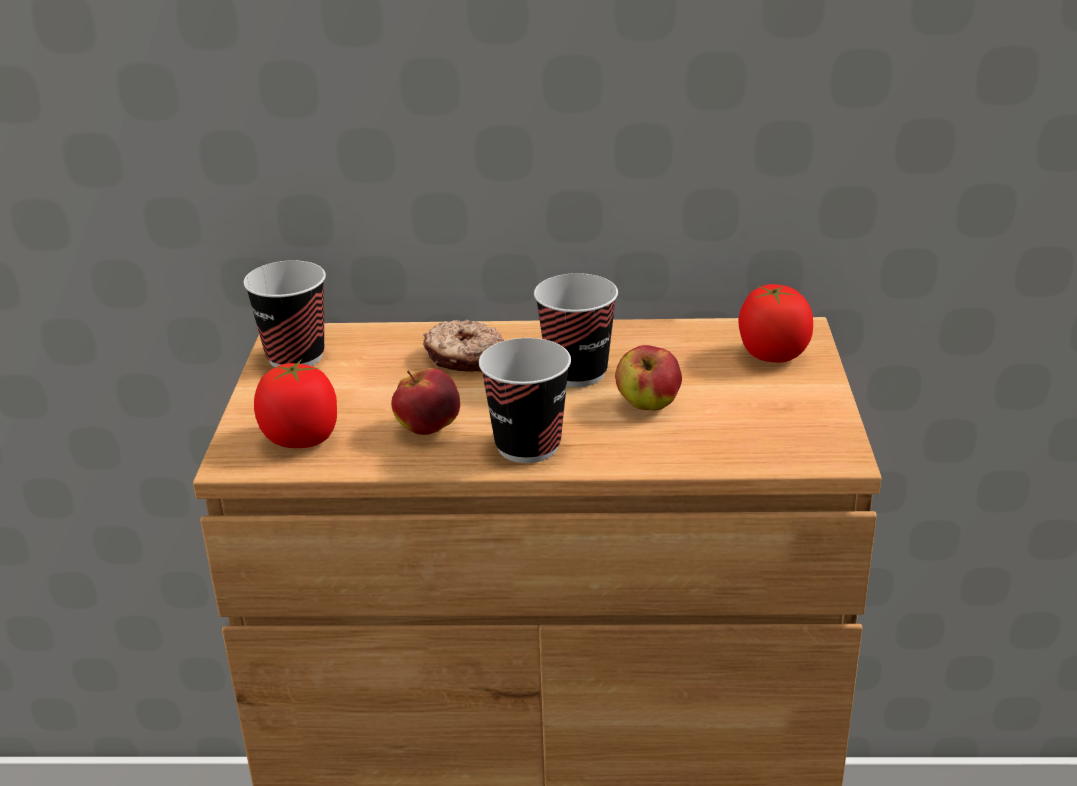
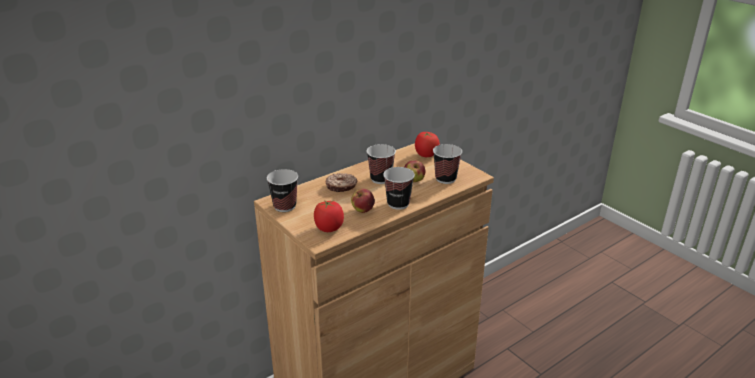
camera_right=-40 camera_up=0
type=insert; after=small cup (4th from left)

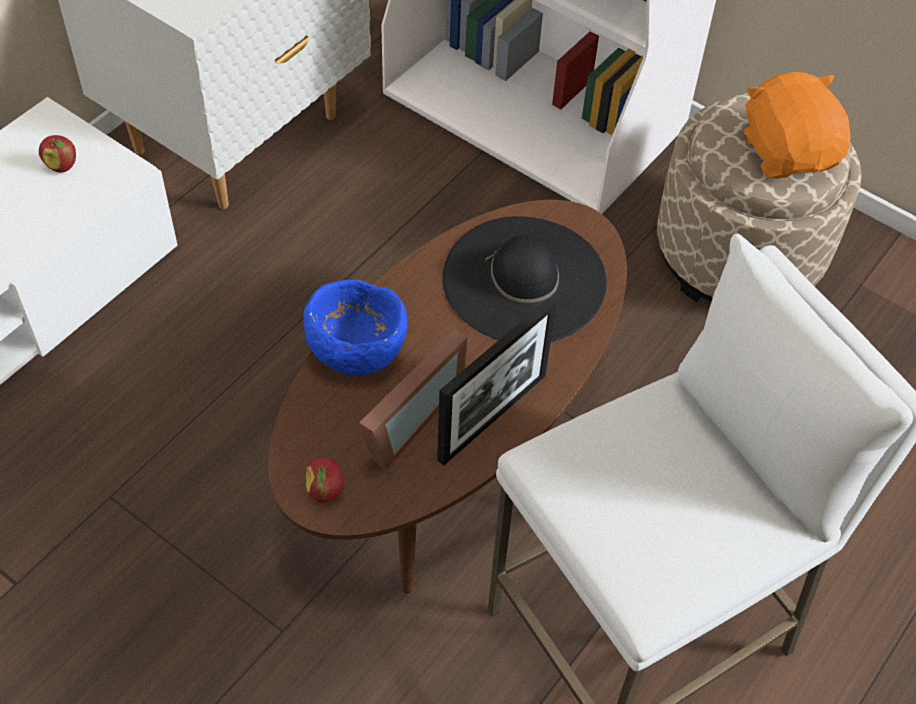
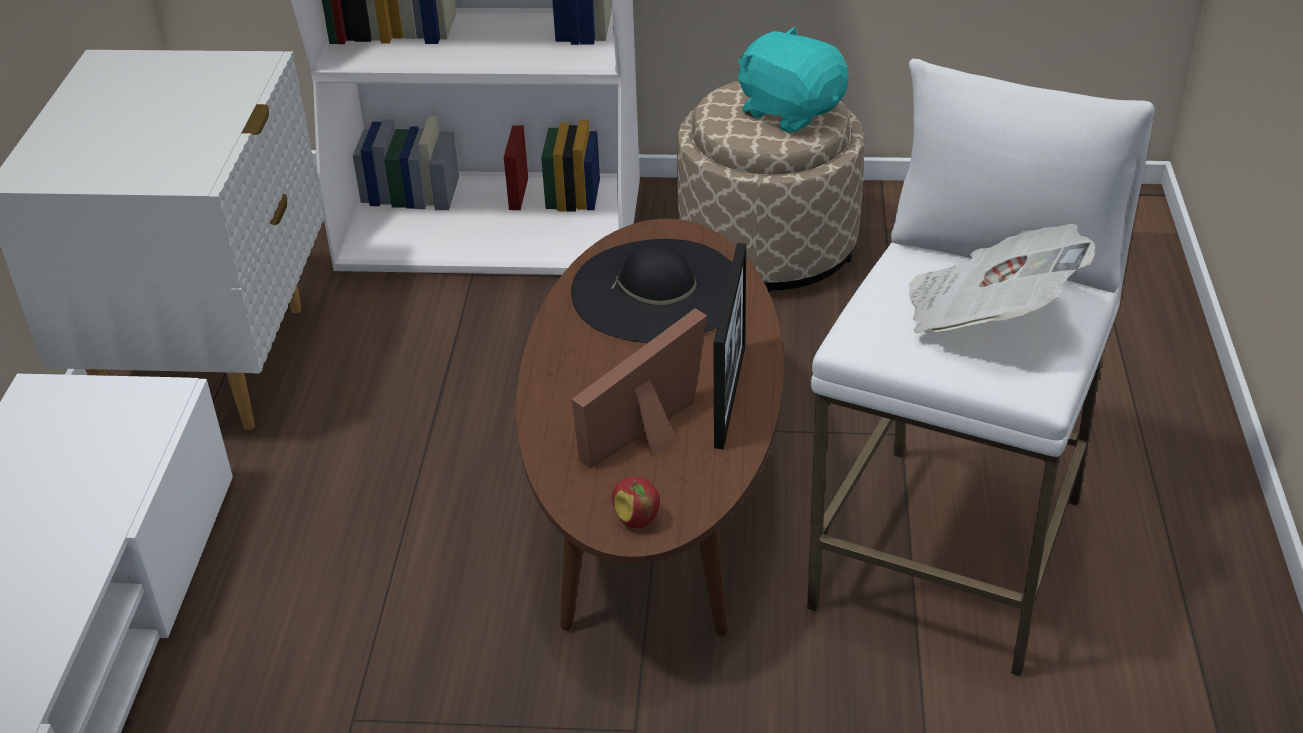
camera_right=-30 camera_up=-15
type=delete; before=apple (1st from left)
type=delete; before=deep dish/blue-coloured
type=rotate; before=picture frame (1st from left); turn=-135
type=recolor; before=cuddly toy/orange-coloured; after=cuddly toy/turquoise-coloured
type=insert; after=daily paper

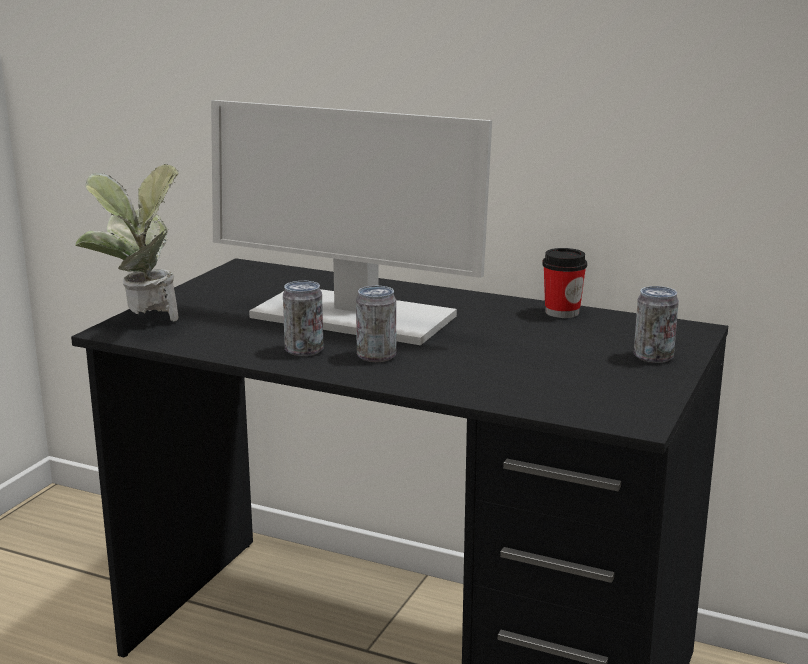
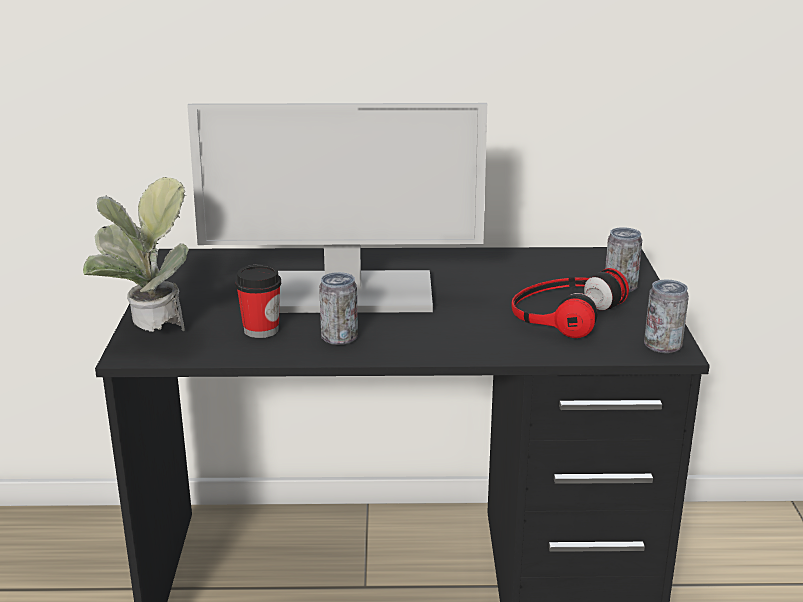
camera_right=-25 camera_up=5
type=move; before=sealed can (2nd from left in the first image); after=sealed can (3rd from left)
type=move; before=small cup
type=insert; after=pair of headphones

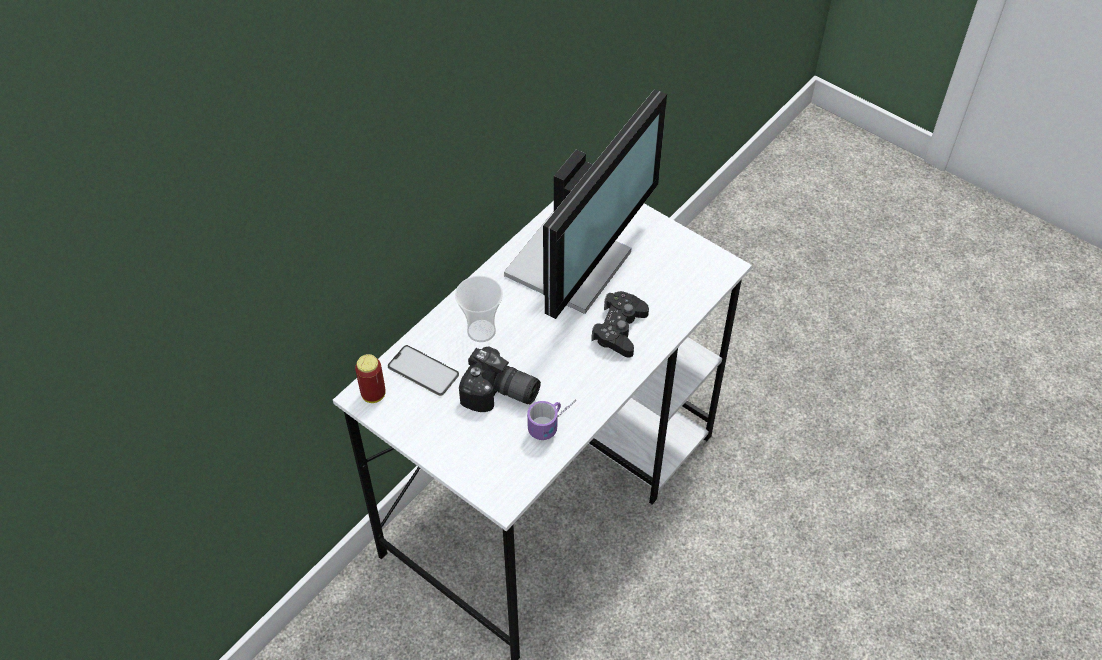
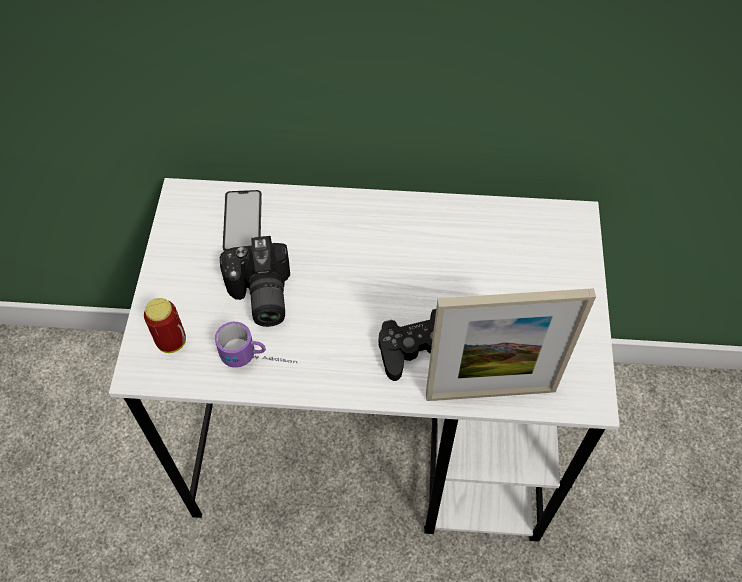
camera_right=55 camera_up=5
type=move; before=sealed can
type=delete; before=small cup
type=delete; before=monitor
type=insert; after=picture frame

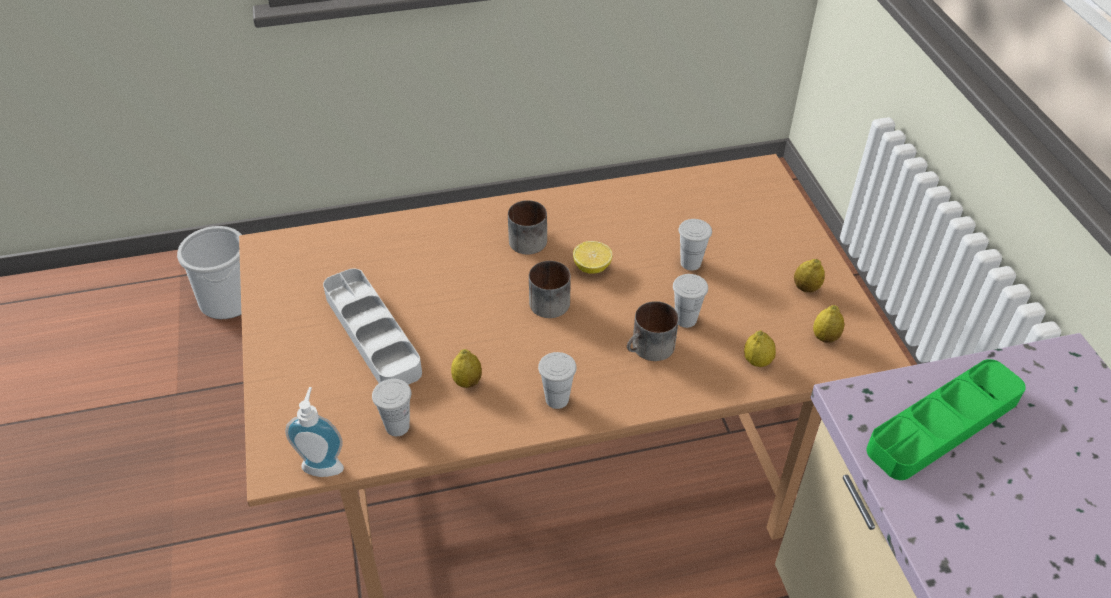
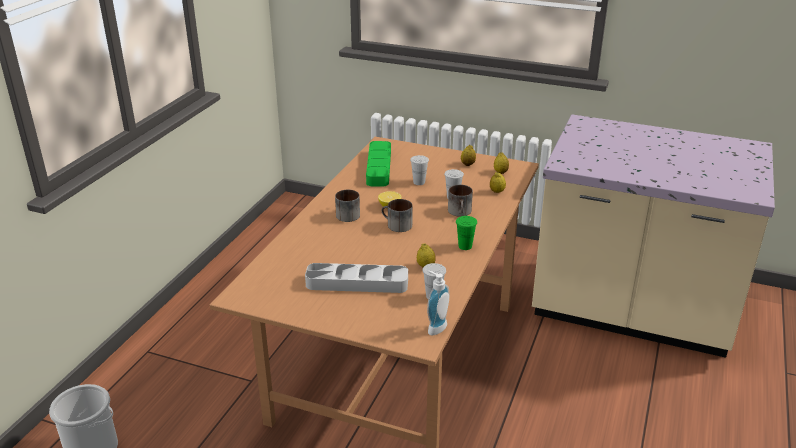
camera_right=-55 camera_up=-15
type=recolor; before=small cup/whitish (2nd from left); after=small cup/green
type=move; before=serving tray/green

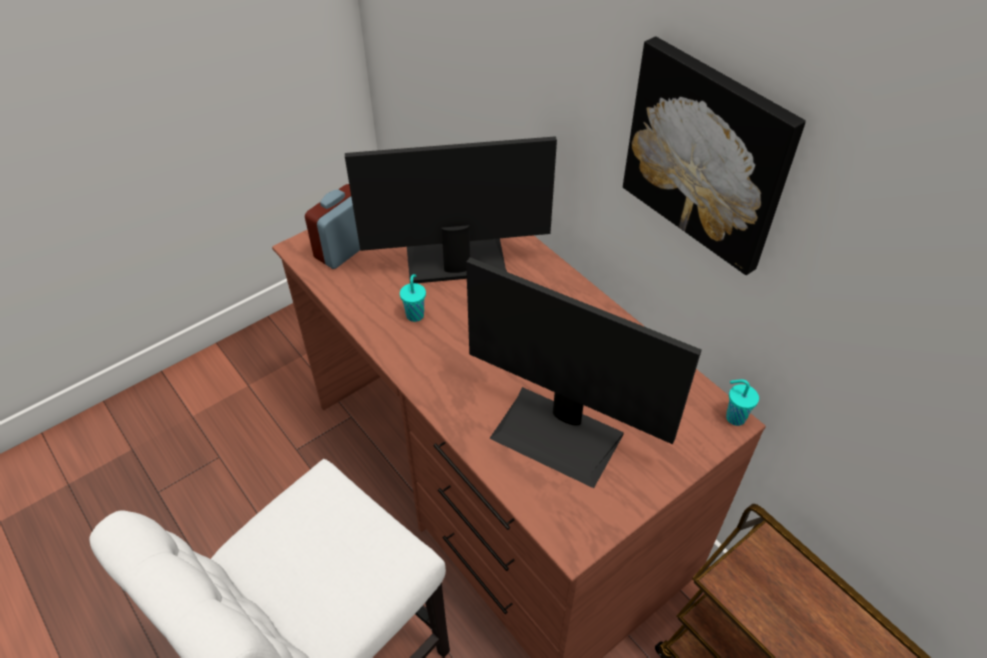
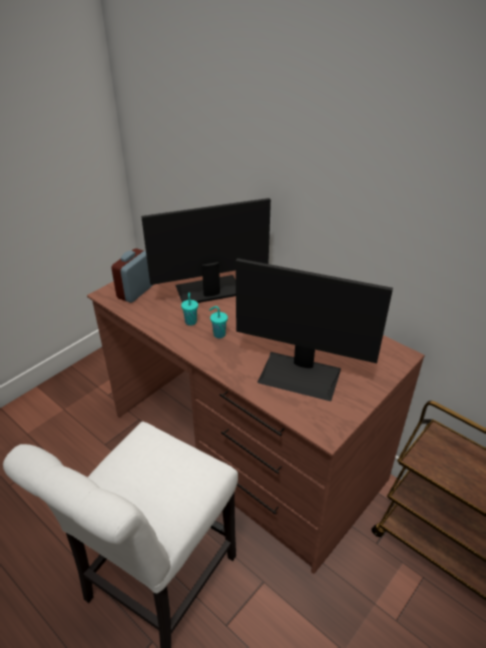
camera_right=-10 camera_up=-10
type=delete; before=wall art
type=move; before=small cup/turquoise-coloured (2nd from left)

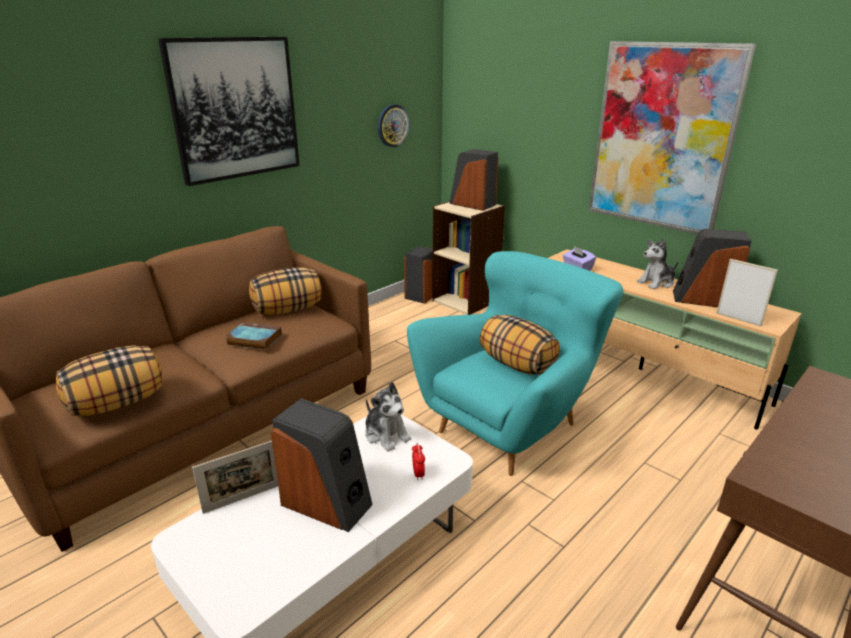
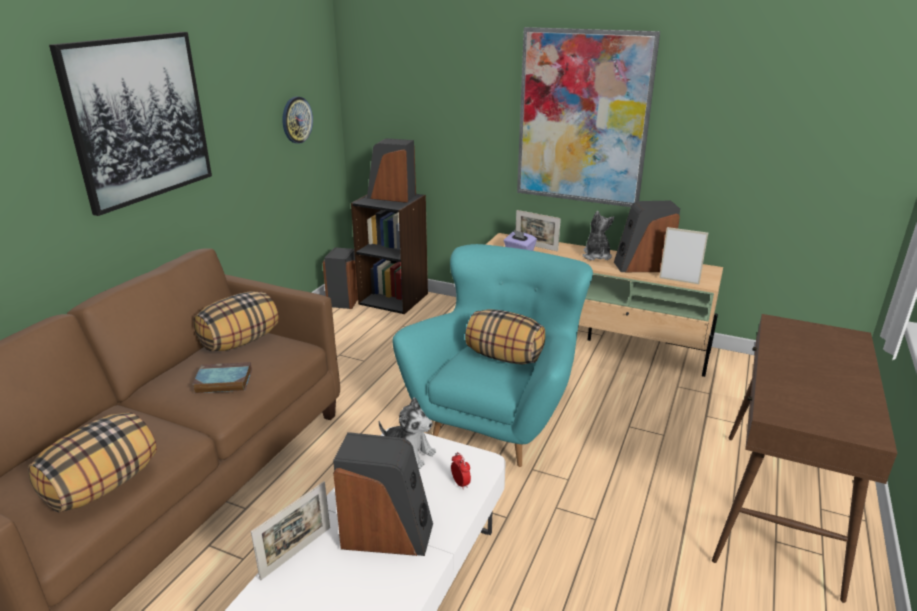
camera_right=-20 camera_up=0
type=recolor; before=bookshelf/beige; after=bookshelf/black-coloured
type=rotate; before=cuddly toy (2nd from left); turn=135
type=insert; after=picture frame (2nd from left)

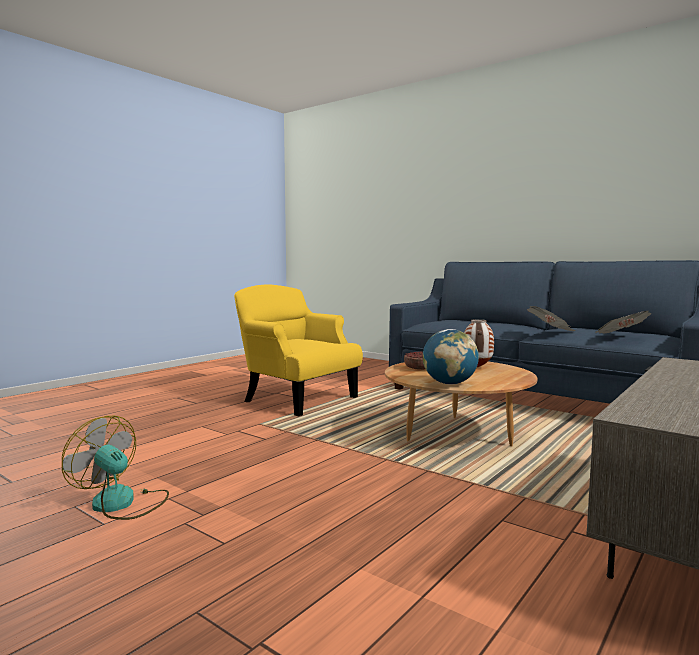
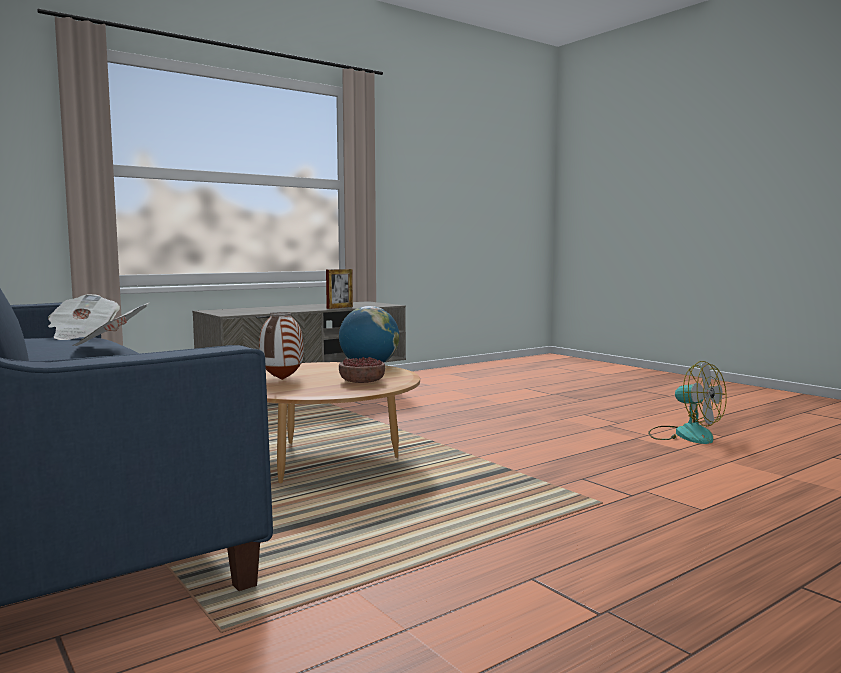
camera_right=-165 camera_up=0
type=delete; before=easy chair/yellowish
type=insert; after=picture frame

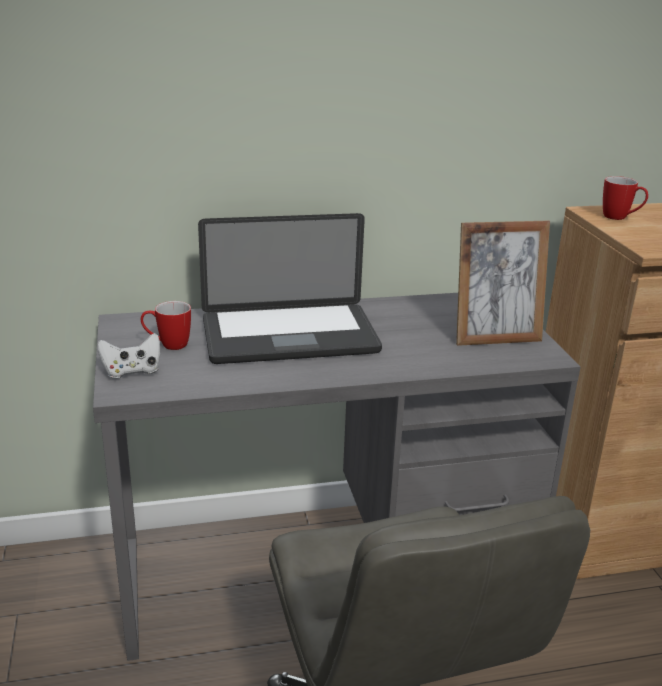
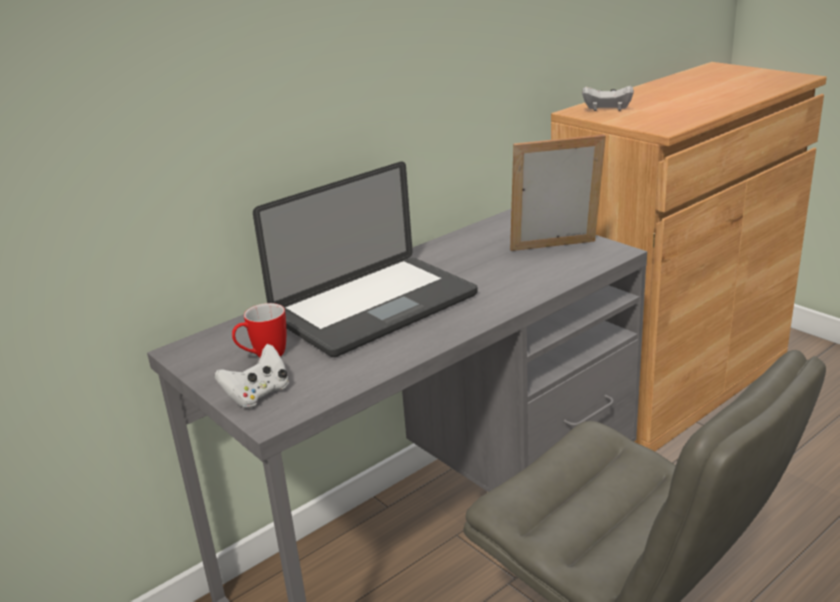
camera_right=-25 camera_up=0
type=rotate; before=picture frame; turn=-150
type=replace; before=mug (2nd from left); after=game controller/whitish (2nd from left)

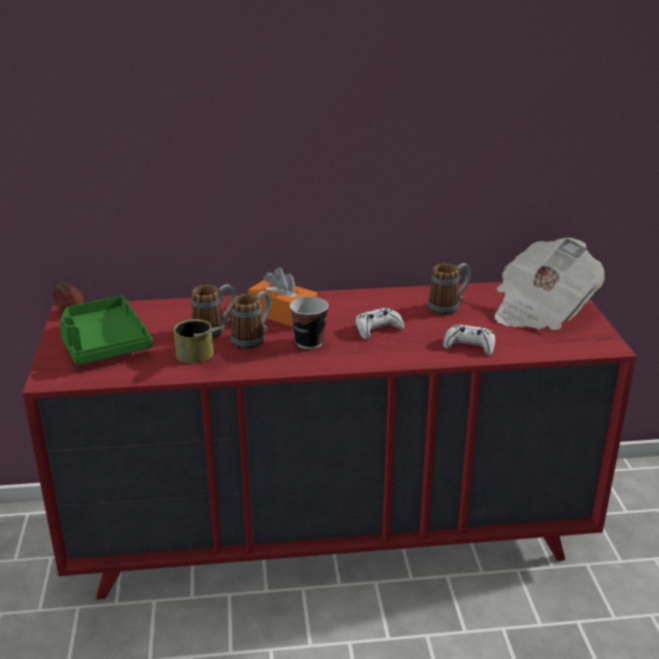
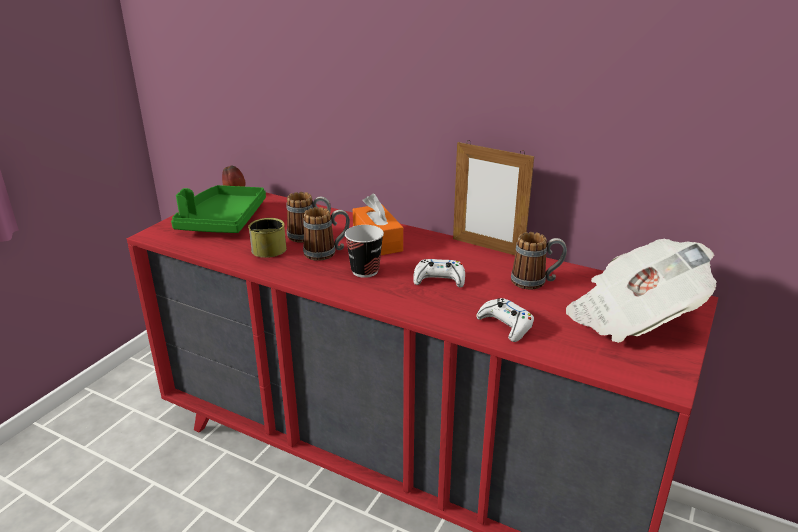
camera_right=35 camera_up=0
type=insert; after=picture frame

